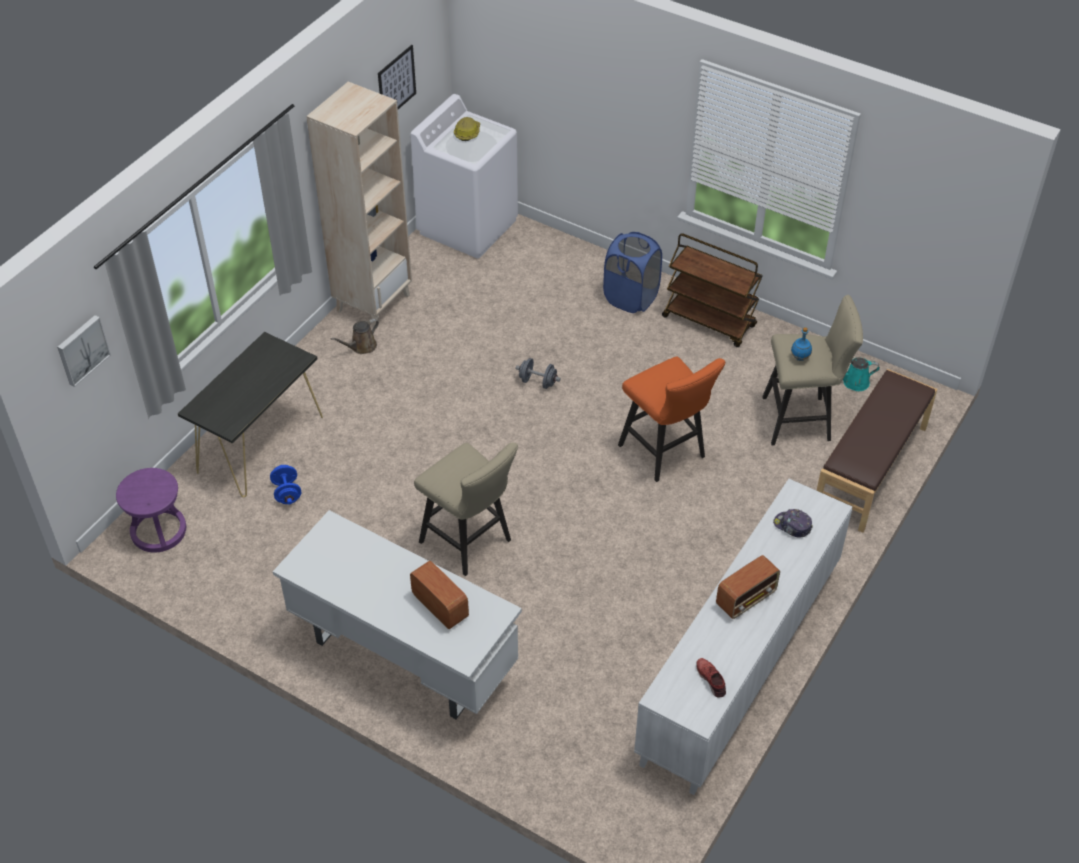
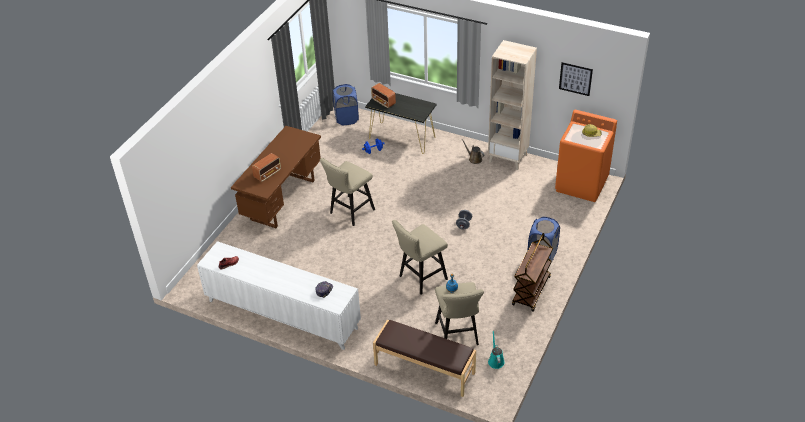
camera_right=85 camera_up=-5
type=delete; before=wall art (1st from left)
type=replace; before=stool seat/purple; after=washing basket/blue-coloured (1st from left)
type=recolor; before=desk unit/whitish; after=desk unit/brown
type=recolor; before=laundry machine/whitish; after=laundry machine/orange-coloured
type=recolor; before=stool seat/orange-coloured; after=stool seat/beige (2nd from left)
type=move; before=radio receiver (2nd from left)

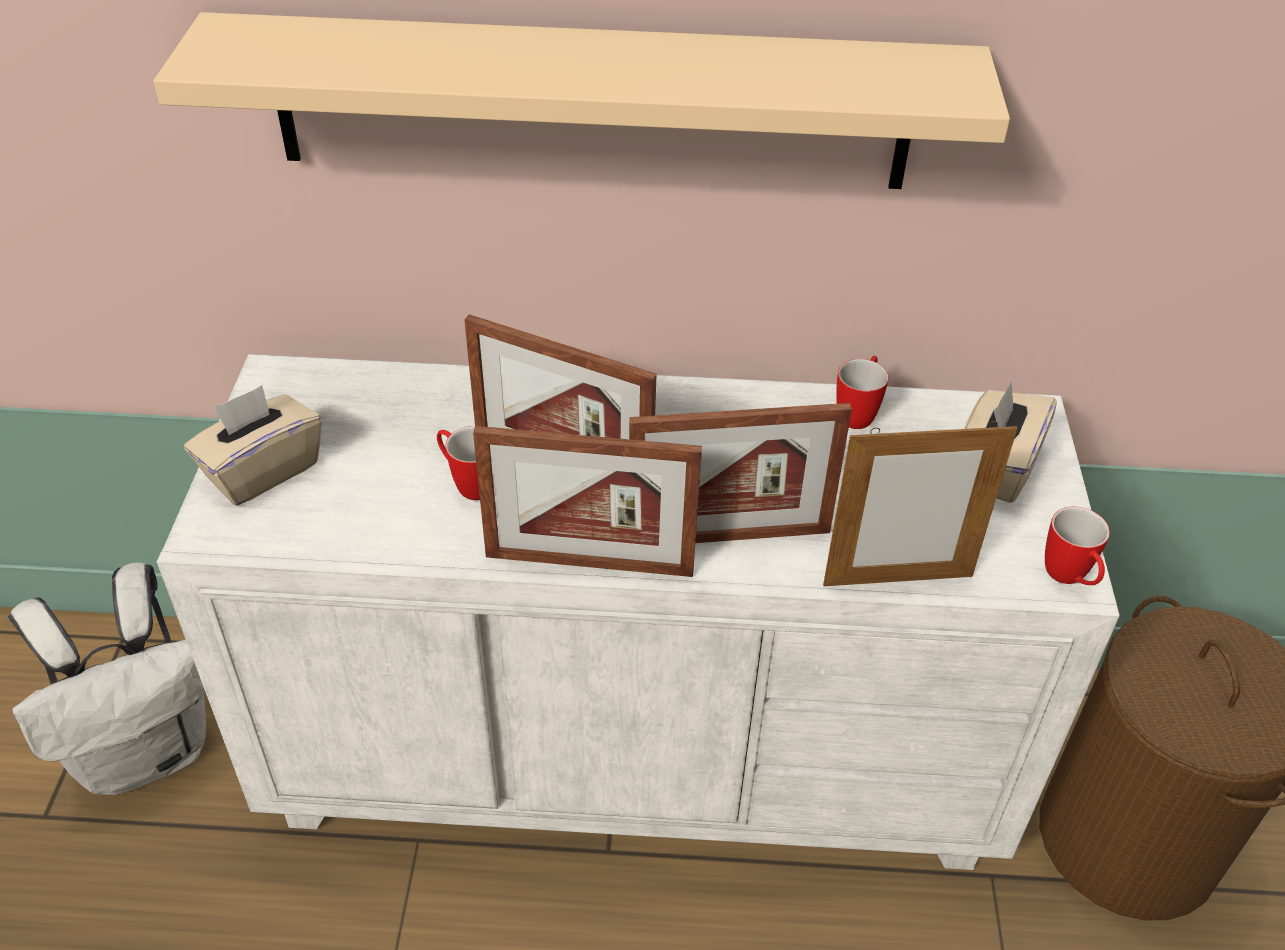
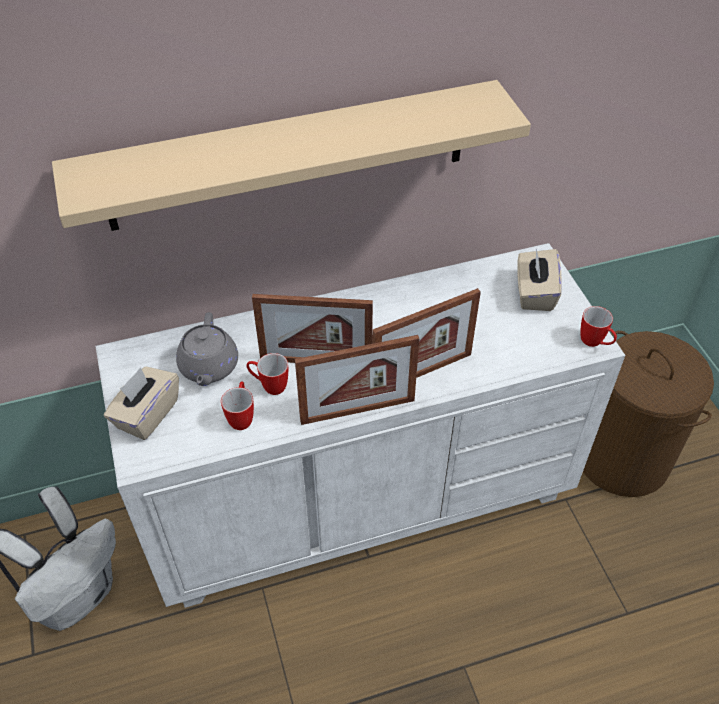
camera_right=-20 camera_up=5
type=delete; before=picture frame (4th from left)
type=move; before=mug (2nd from left in the first image); after=mug (1st from left)
type=insert; after=pot for tea/greyish

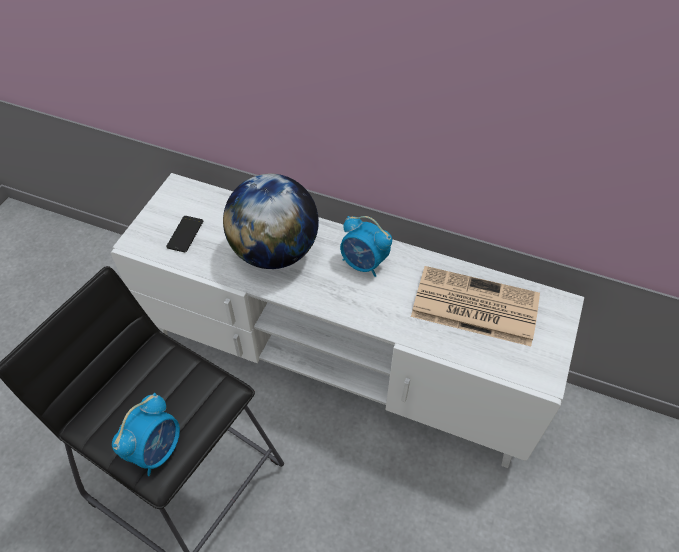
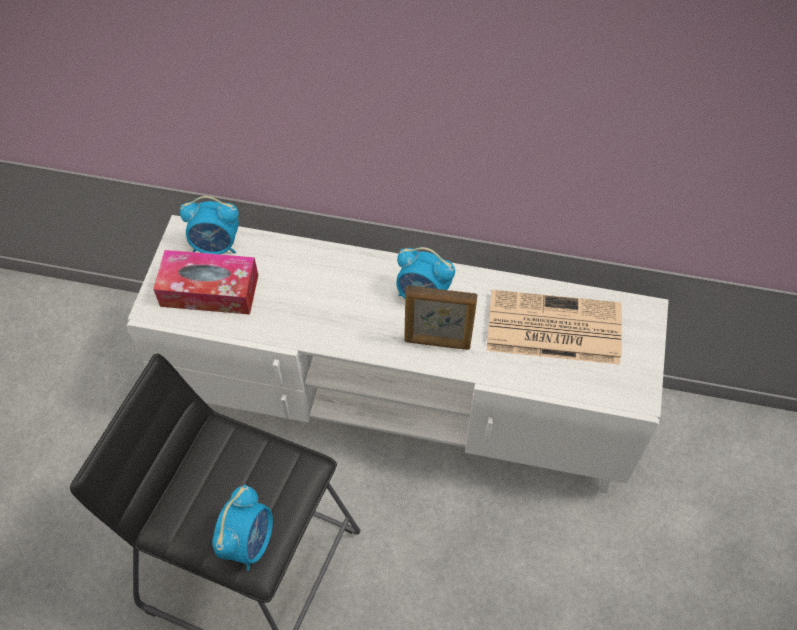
camera_right=-10 camera_up=5
type=replace; before=handset; after=box of tissues
type=delete; before=globe
type=insert; after=alarm clock (1st from left)
type=insert; after=picture frame

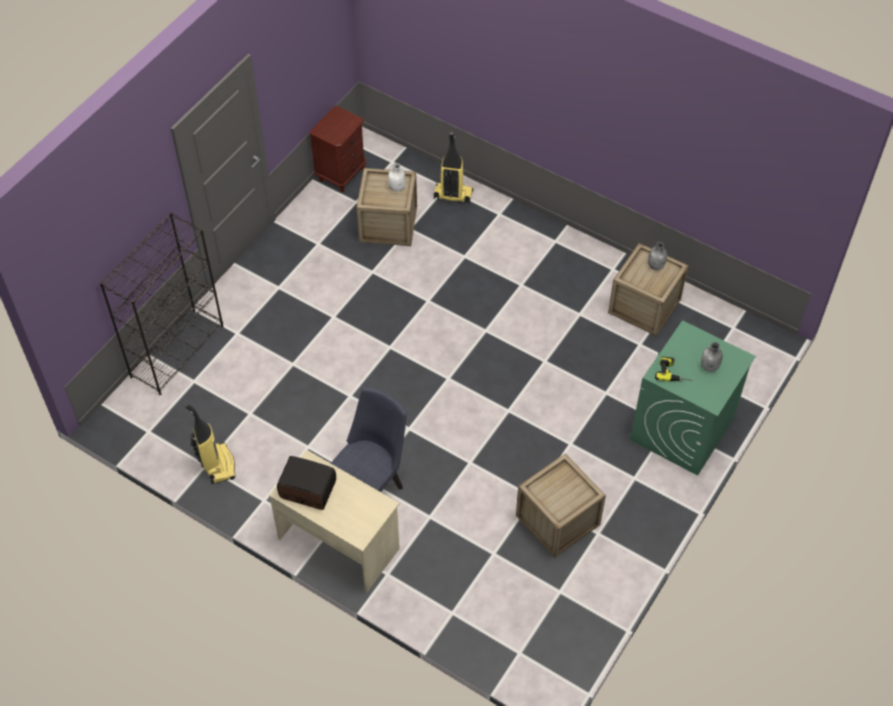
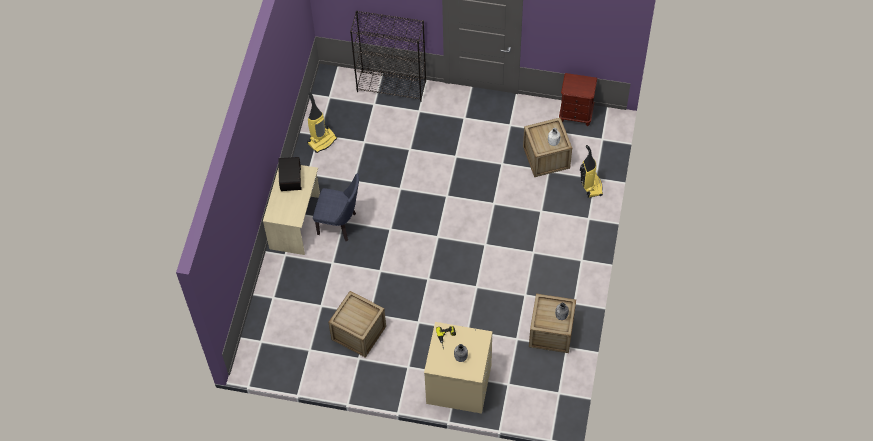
camera_right=70 camera_up=5
type=recolor; before=laundry machine/green; after=laundry machine/beige

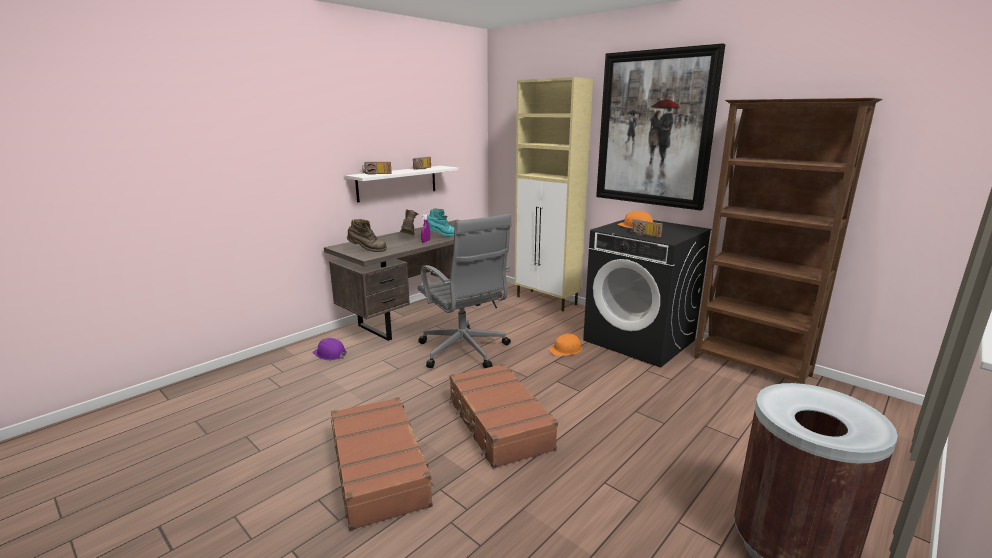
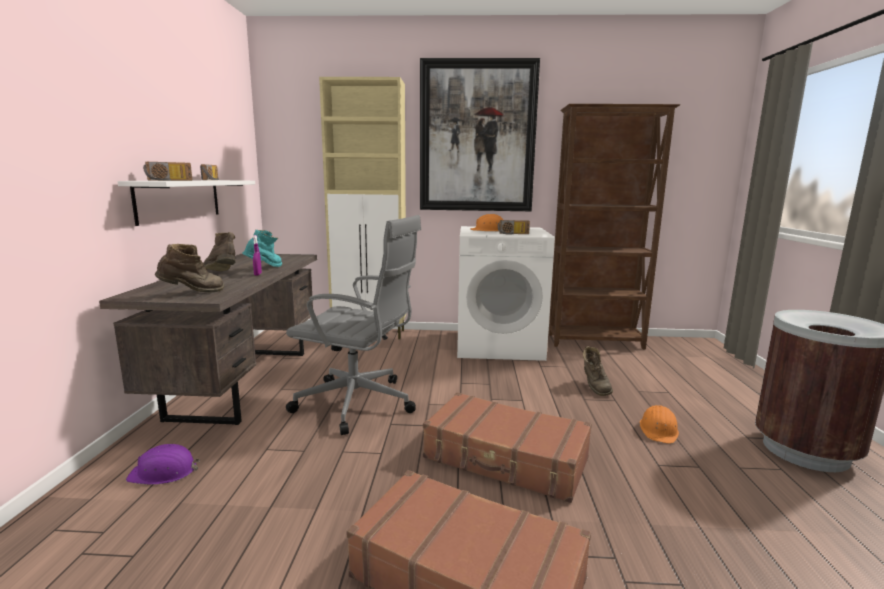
camera_right=-40 camera_up=-5
type=move; before=hard hat/orange-coloured (1st from left in the first image); after=hard hat/orange-coloured (2nd from left)
type=recolor; before=laundry machine/black-coloured; after=laundry machine/whitish
type=insert; after=boot/brown (3rd from left)

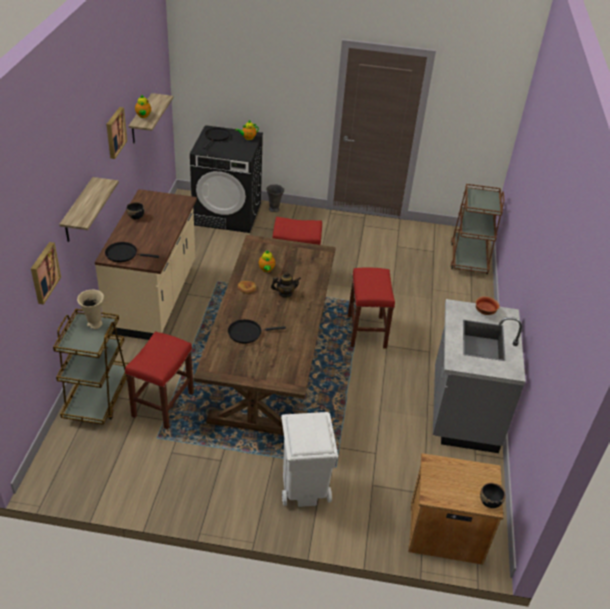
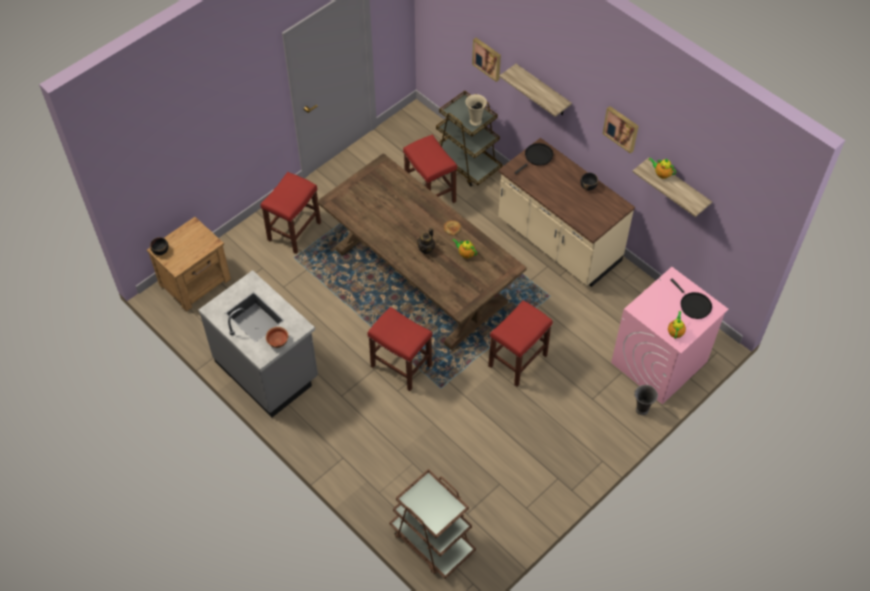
camera_right=130 camera_up=15
type=recolor; before=laundry machine/black-coloured; after=laundry machine/pink-coloured
type=delete; before=pan/black-coloured (3rd from left)
type=replace; before=waste bin/whitish; after=stool seat/reddish (1st from left)

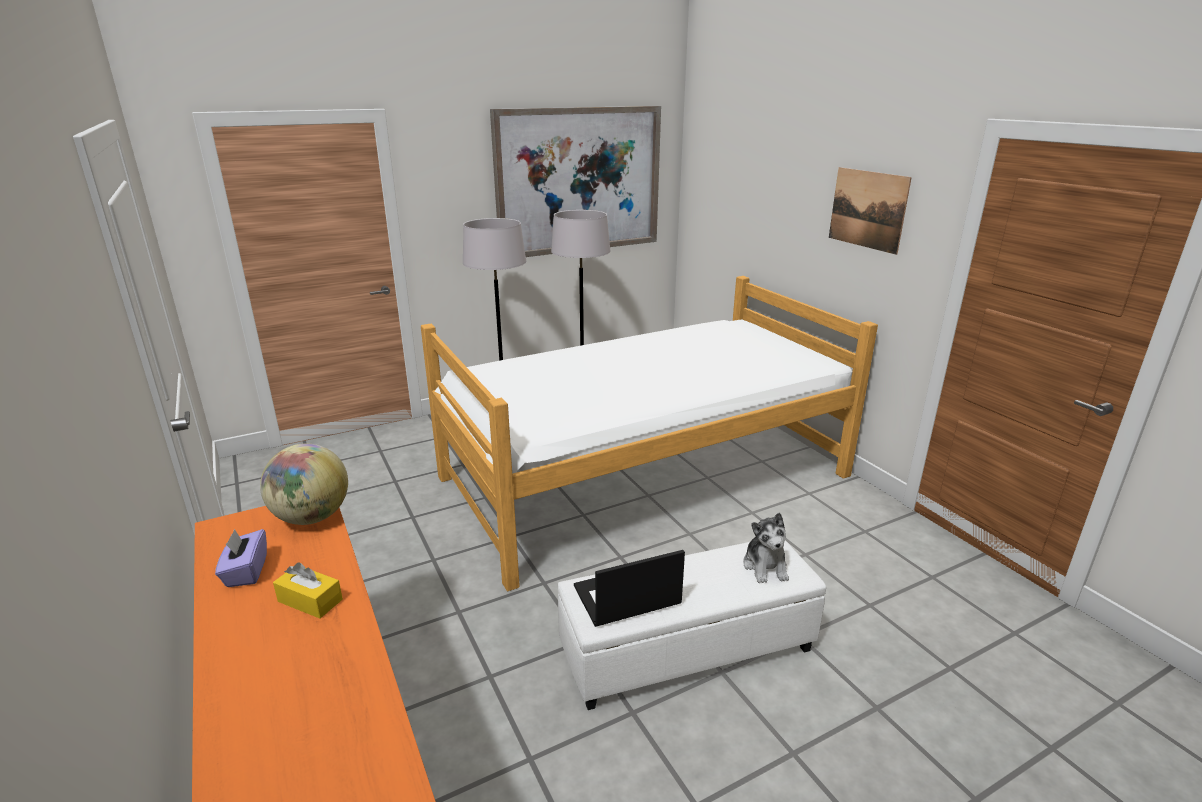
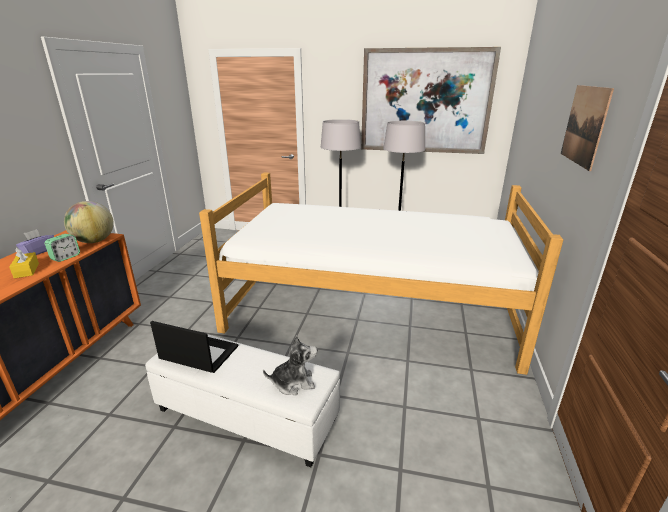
camera_right=40 camera_up=0
type=rotate; before=cuddly toy; turn=-135
type=insert; after=alarm clock

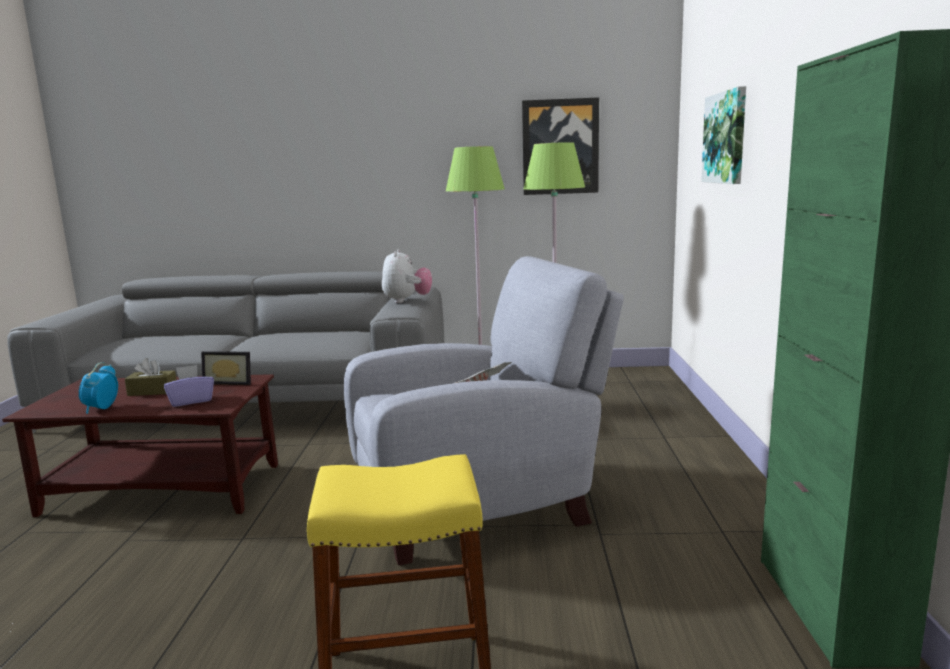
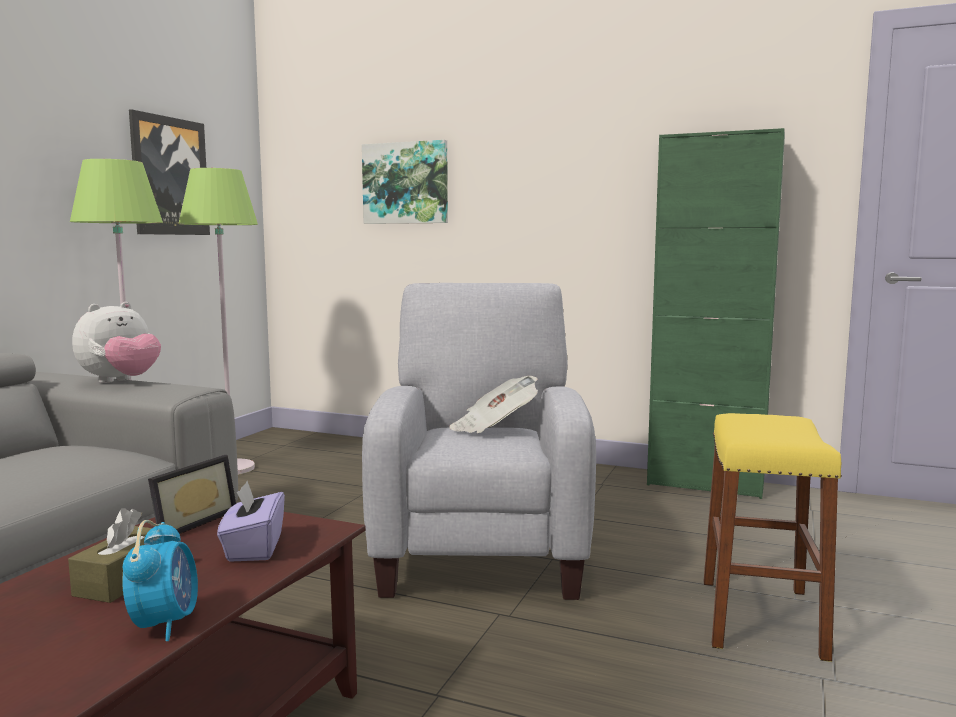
camera_right=-70 camera_up=-5
type=rotate; before=alarm clock; turn=-120
type=rotate; before=cuddly toy; turn=105

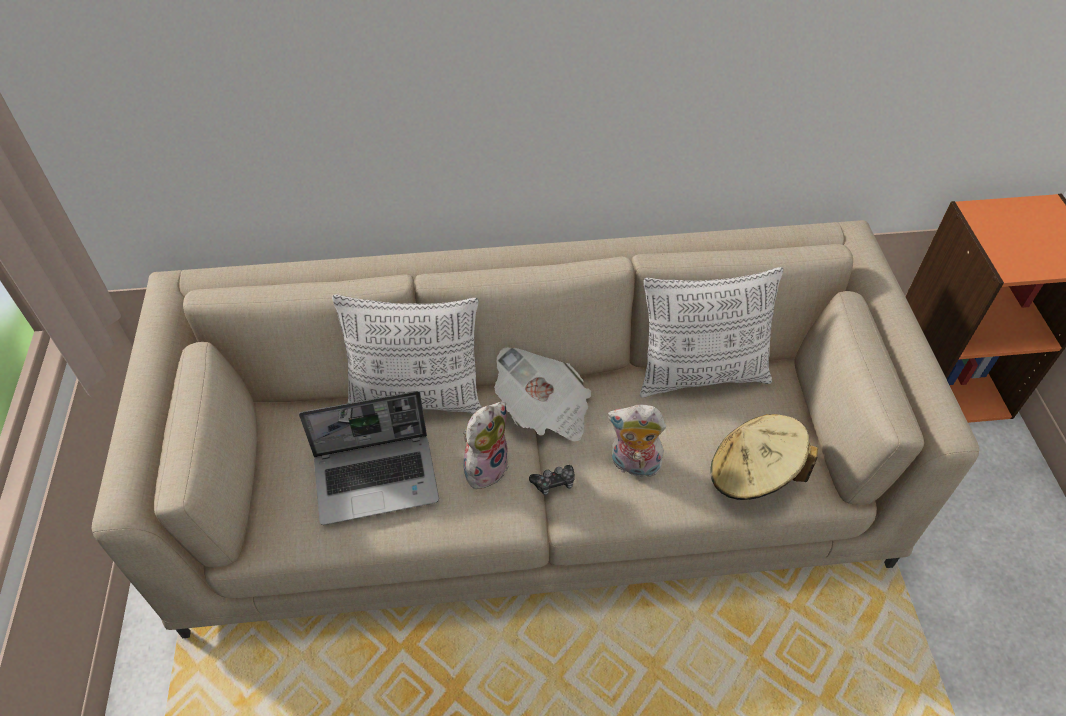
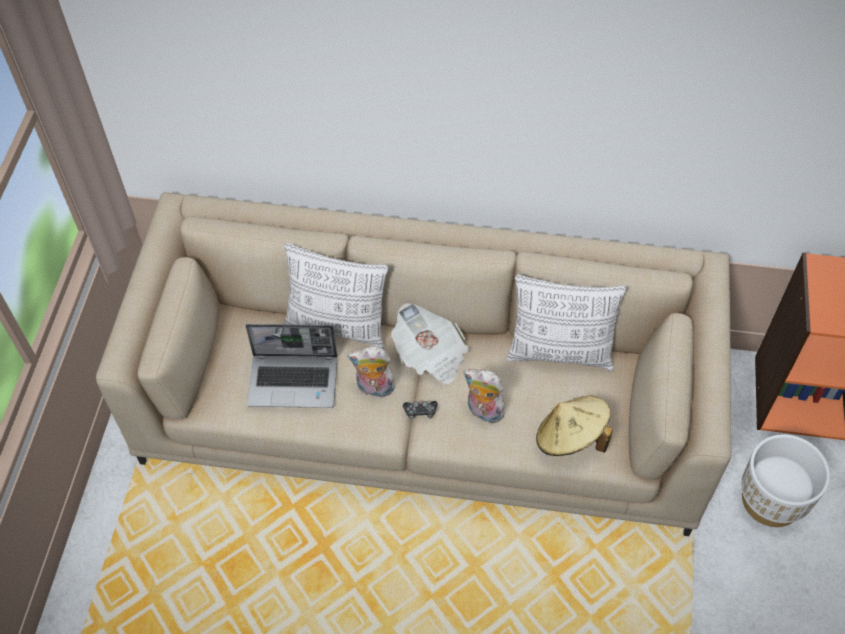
camera_right=15 camera_up=5
type=rotate; before=cuddly toy (1st from left); turn=-135
type=insert; after=flower pot/whitish

